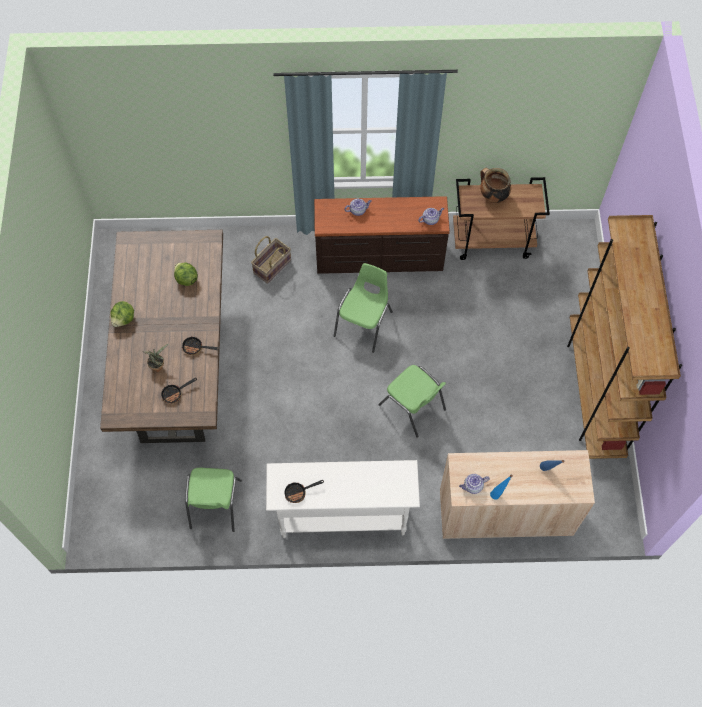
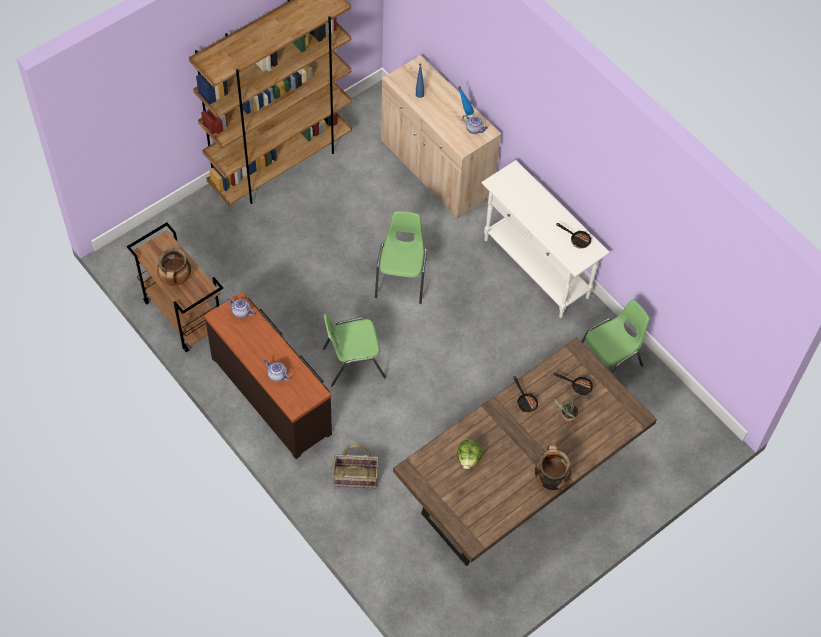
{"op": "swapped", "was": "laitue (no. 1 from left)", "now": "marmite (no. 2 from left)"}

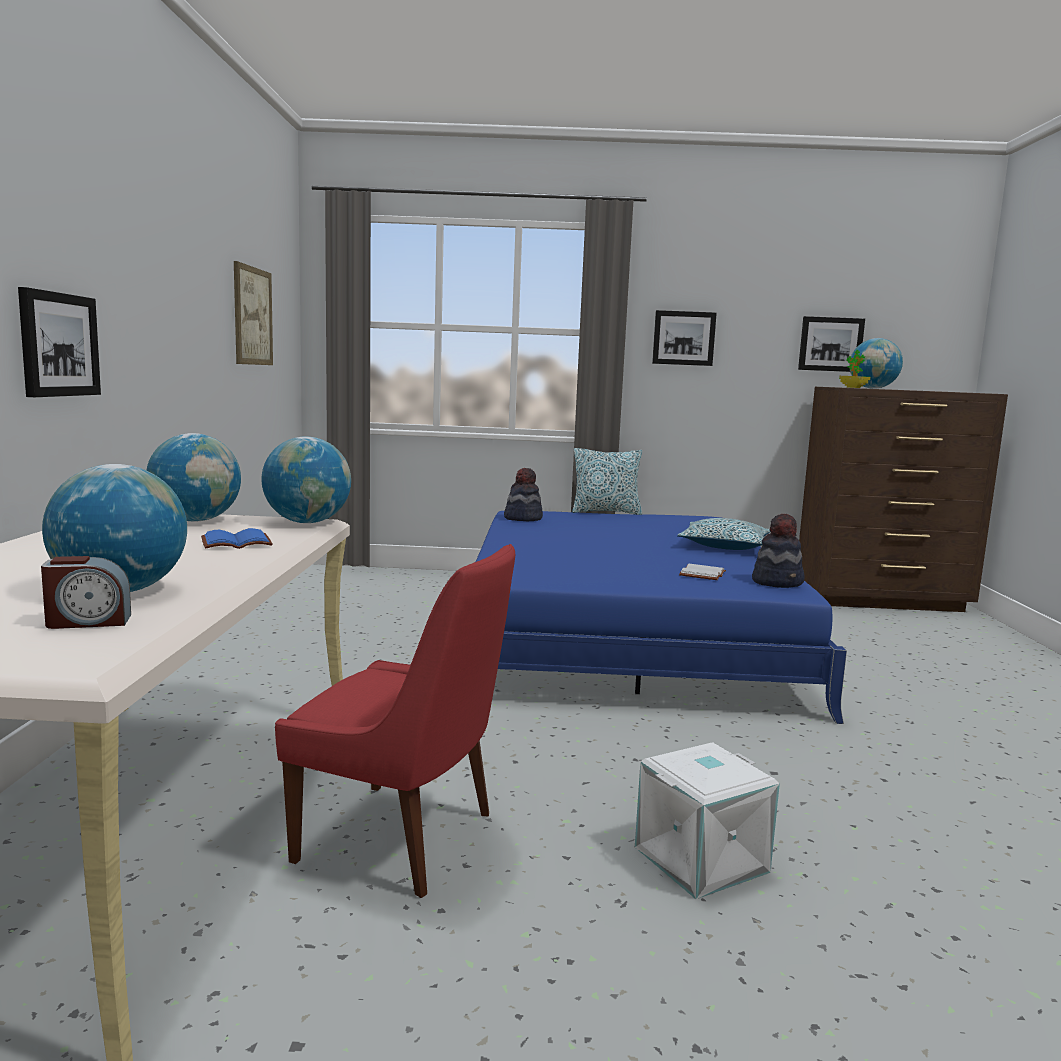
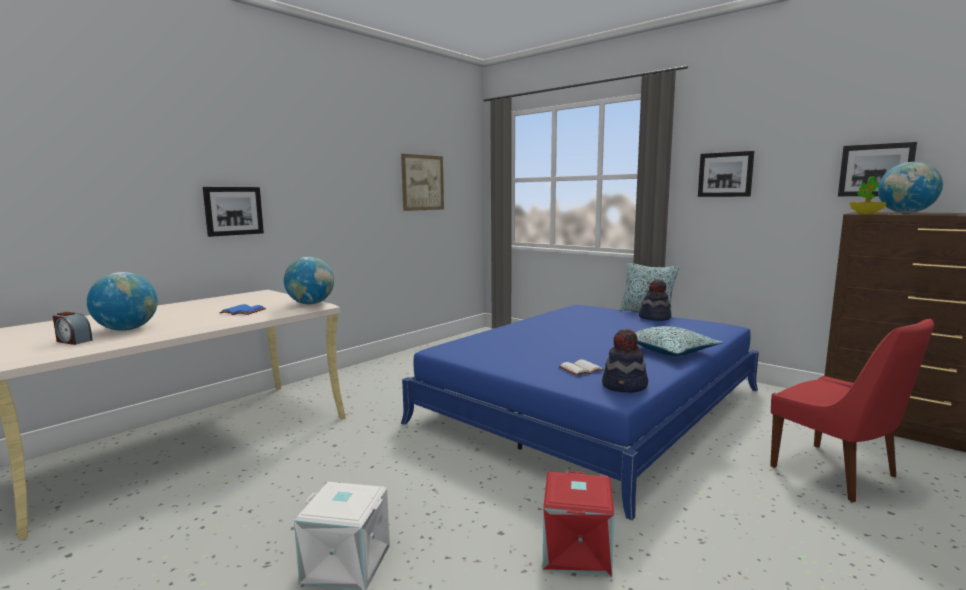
{"op": "gone", "was": "globe (no. 2 from left)"}
{"op": "new", "now": "boîte de rangement [rouge]"}
{"op": "shifted", "was": "chaise [rouge]"}
{"op": "shifted", "was": "chapeau (no. 1 from left in the first image)", "now": "chapeau (no. 2 from left)"}

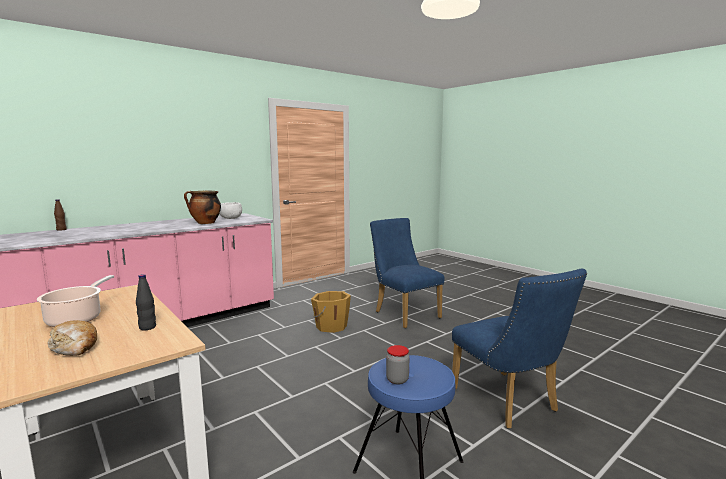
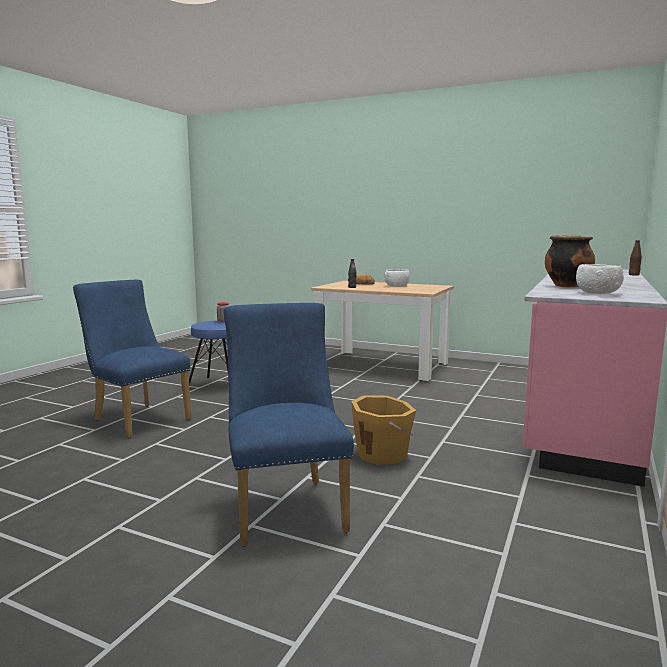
{"op": "swapped", "was": "marmite (no. 1 from left)", "now": "bol [blanc] (no. 1 from left)"}
{"op": "rotated", "was": "chaise [bleu] (no. 1 from left in the first image)", "clockwise": -135}

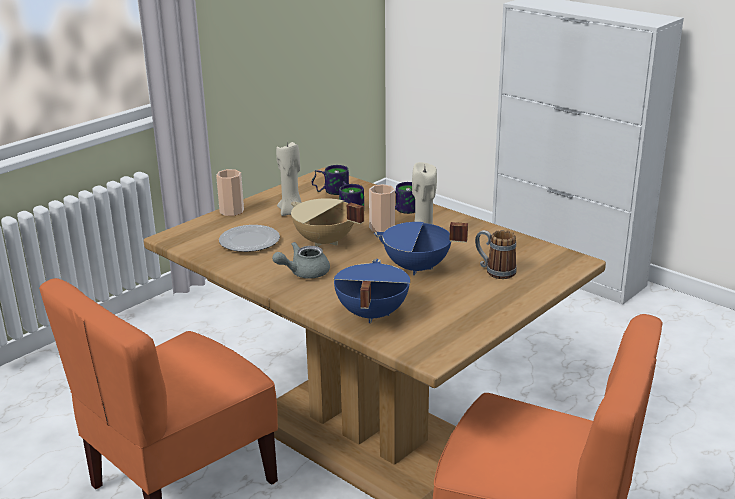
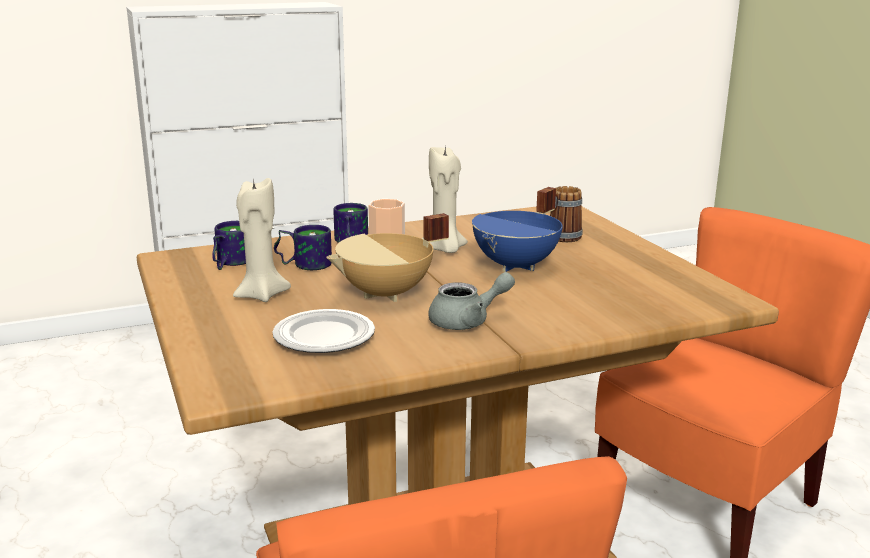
{"op": "gone", "was": "tasse (no. 1 from left)"}
{"op": "gone", "was": "marmite [bleu] (no. 1 from left)"}
{"op": "rotated", "was": "théière [gris]", "clockwise": -105}

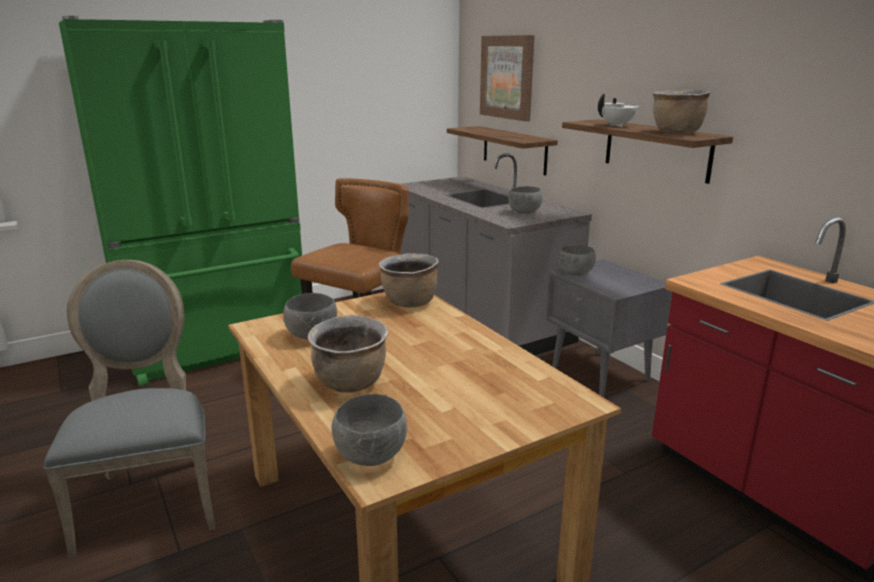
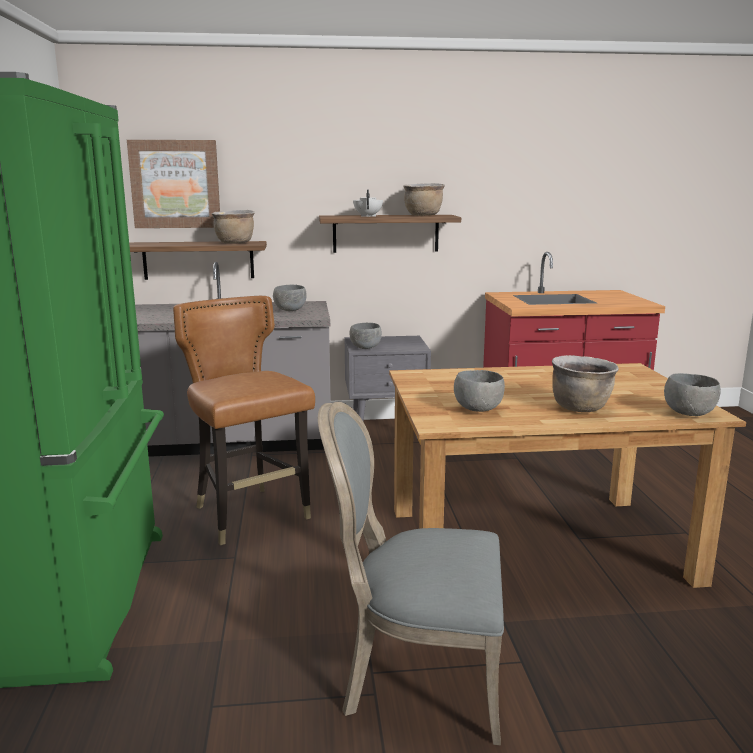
{"op": "shifted", "was": "marmite [marron] (no. 2 from left in the first image)", "now": "marmite [marron] (no. 1 from left)"}

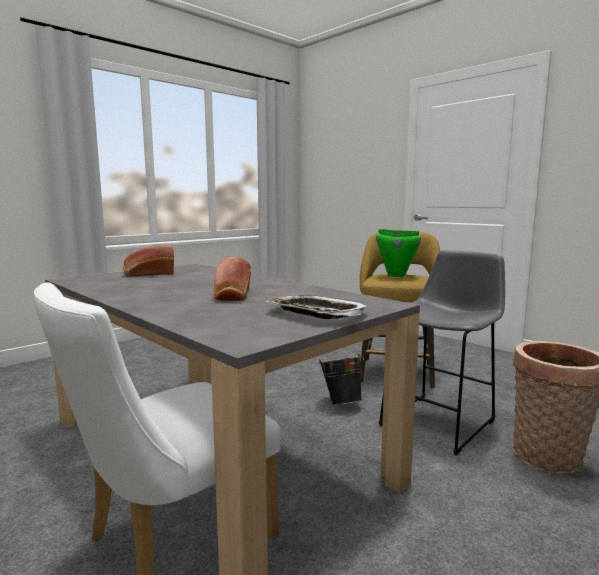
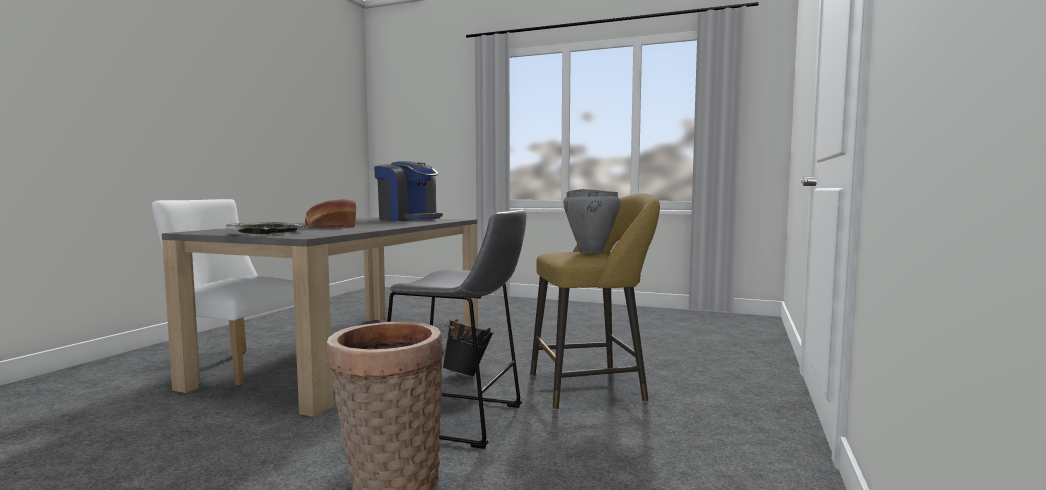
{"op": "swapped", "was": "pain (no. 1 from left)", "now": "machine à café"}
{"op": "repainted", "was": "marmite [vert]", "now": "marmite [gris]"}

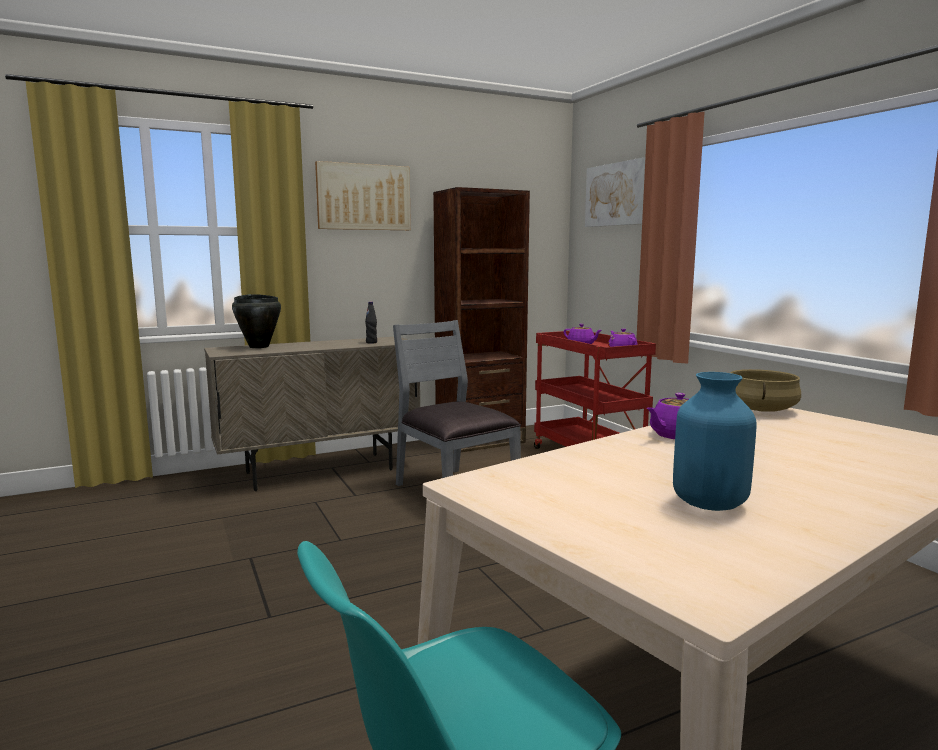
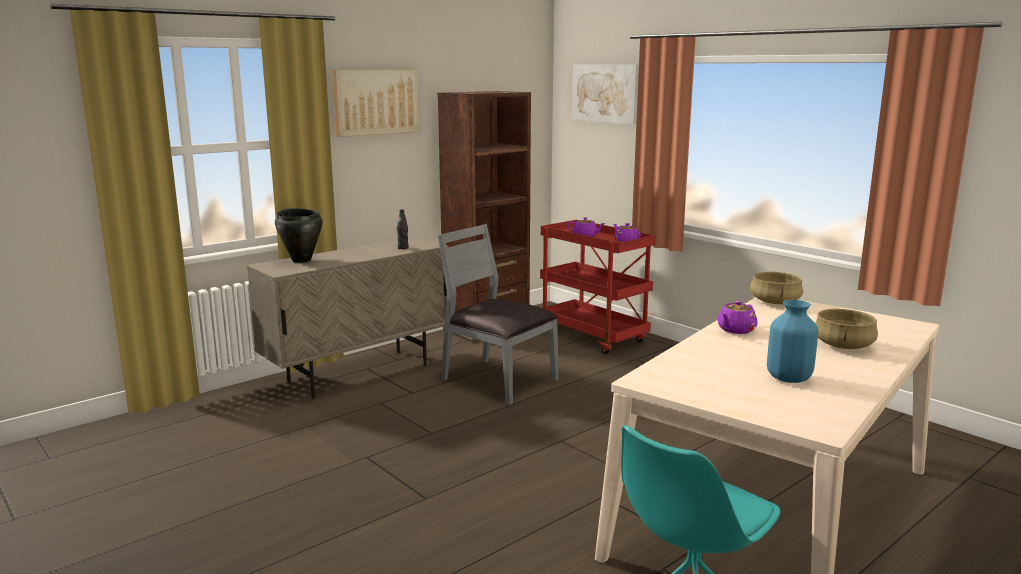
{"op": "new", "now": "marmite [beige] (no. 2 from left)"}

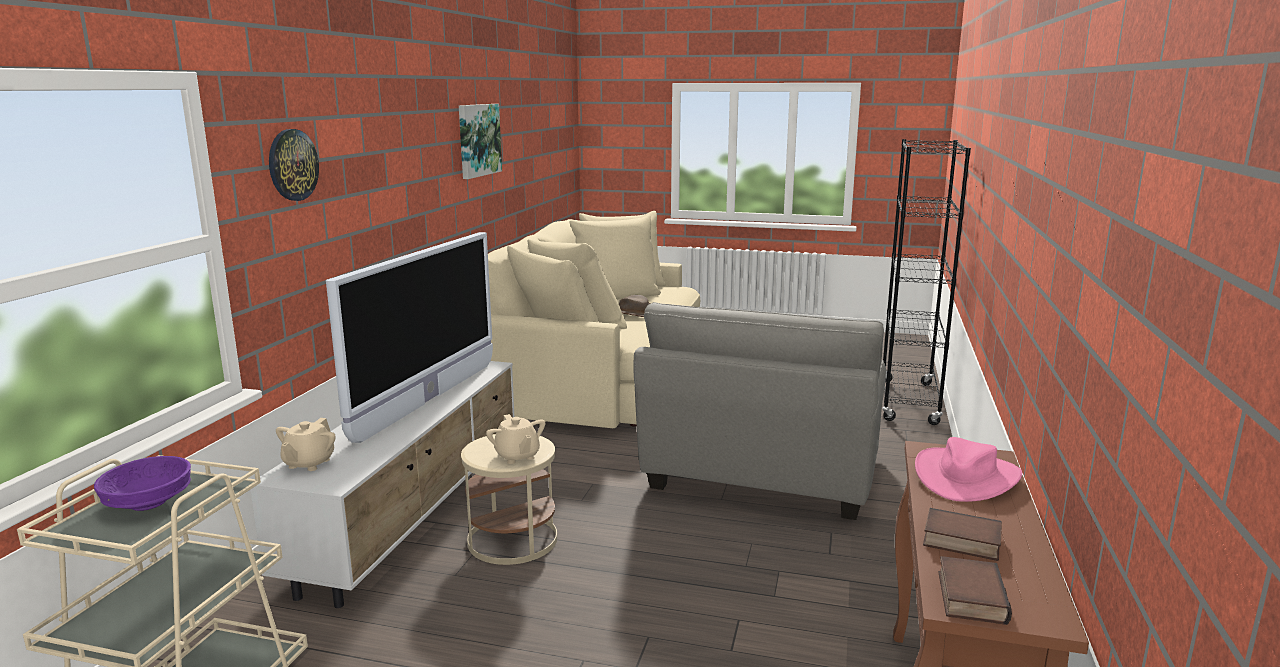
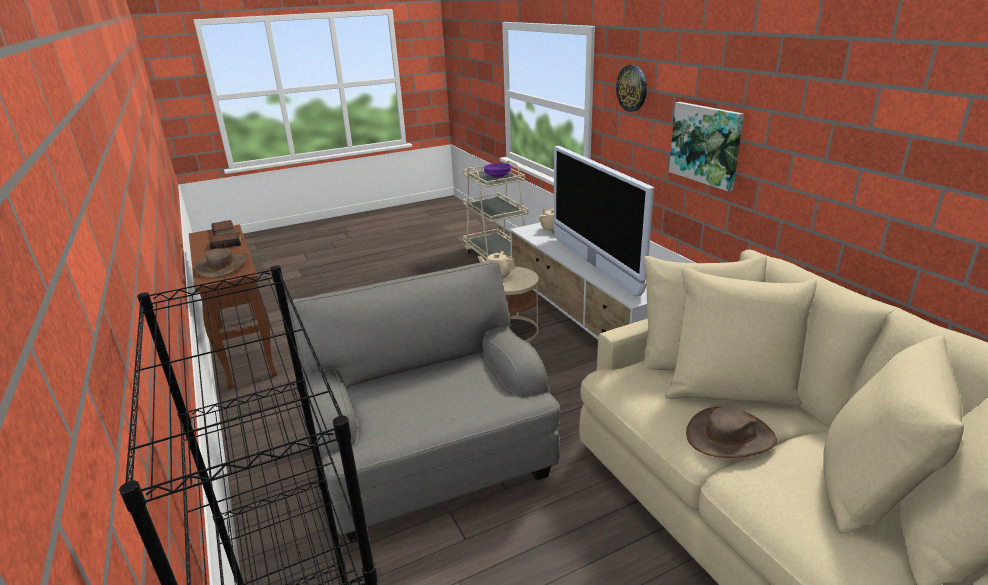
{"op": "shifted", "was": "tableau"}
{"op": "repainted", "was": "chapeau [rose]", "now": "chapeau [marron] (no. 1 from left)"}

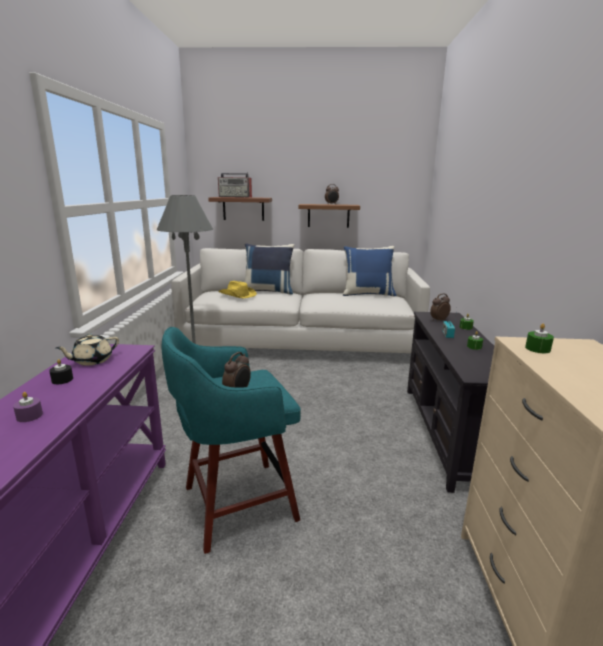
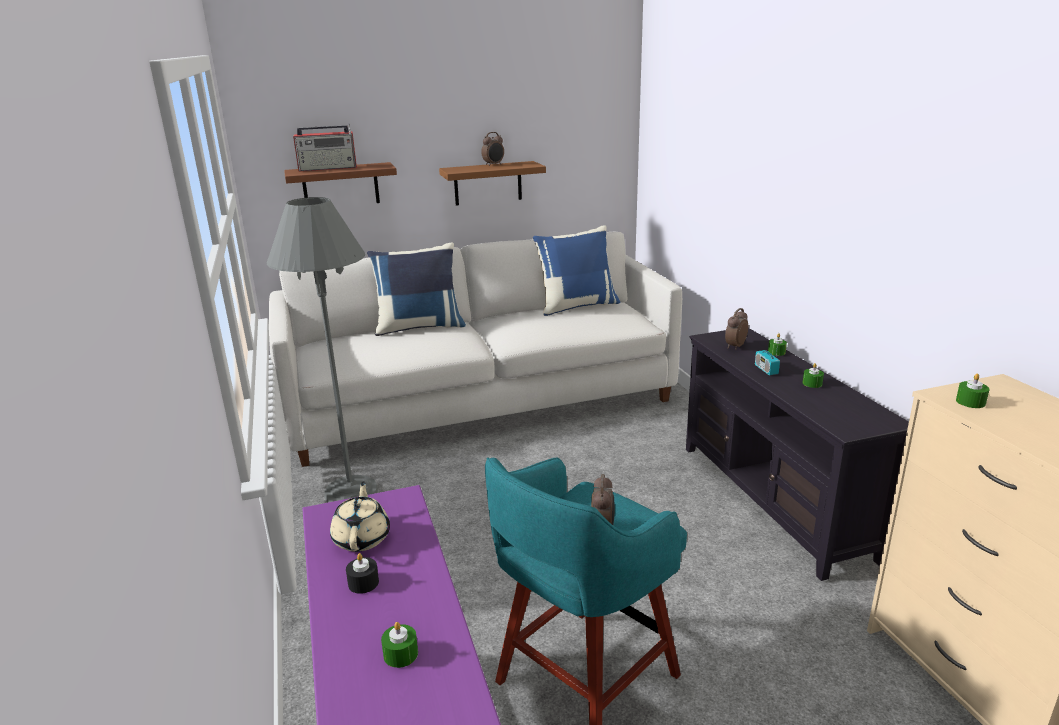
{"op": "gone", "was": "chapeau [jaune]"}
{"op": "repainted", "was": "bougie [violet]", "now": "bougie [vert] (no. 1 from left)"}
{"op": "rotated", "was": "théière [beige]", "clockwise": 150}

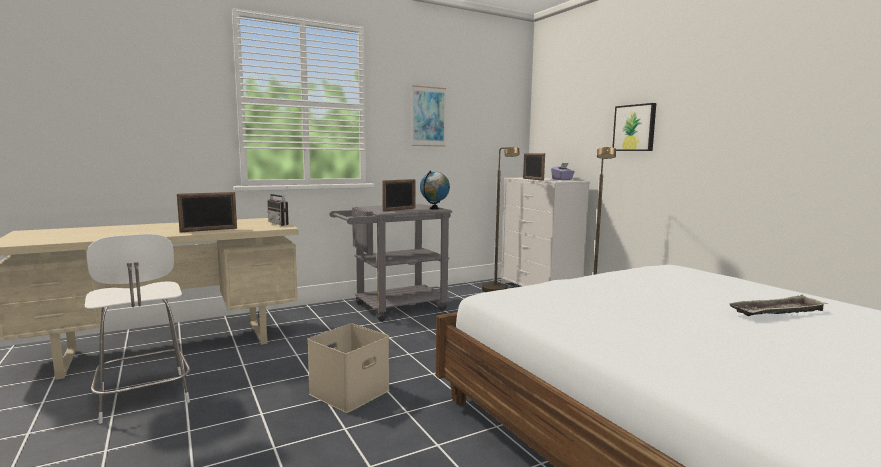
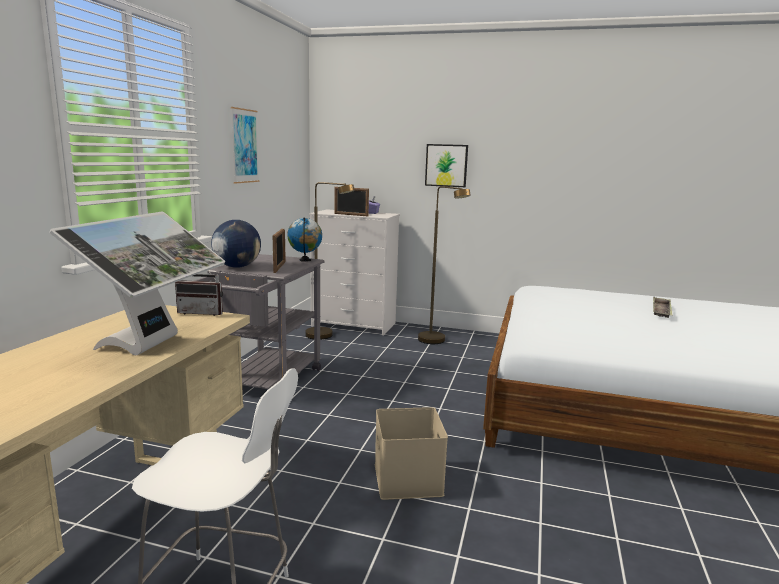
{"op": "new", "now": "globe (no. 1 from left)"}
{"op": "swapped", "was": "cadre photo (no. 1 from left)", "now": "écran d'ordinateur"}

